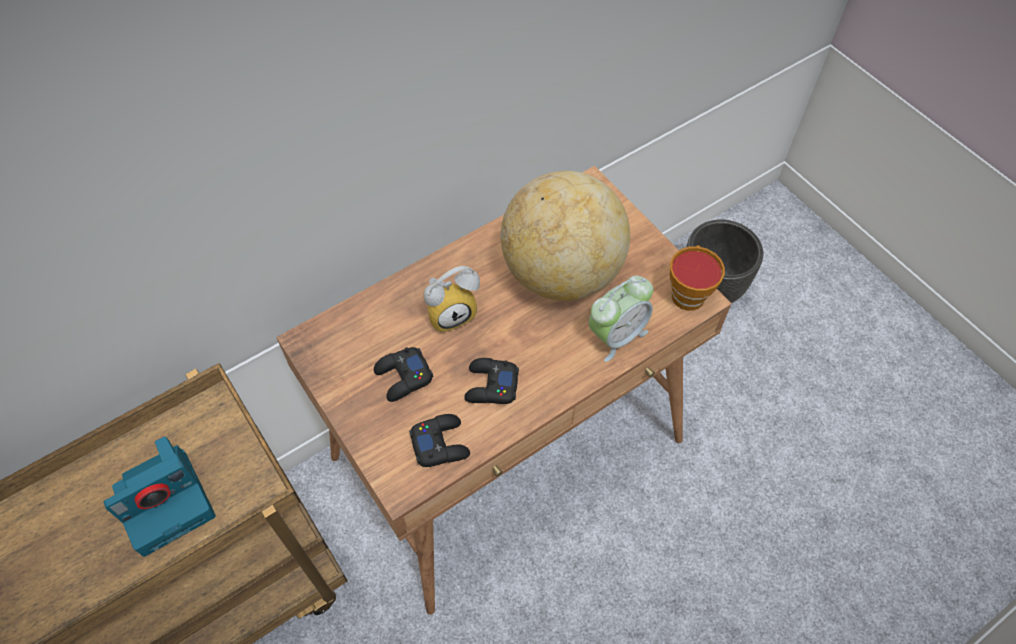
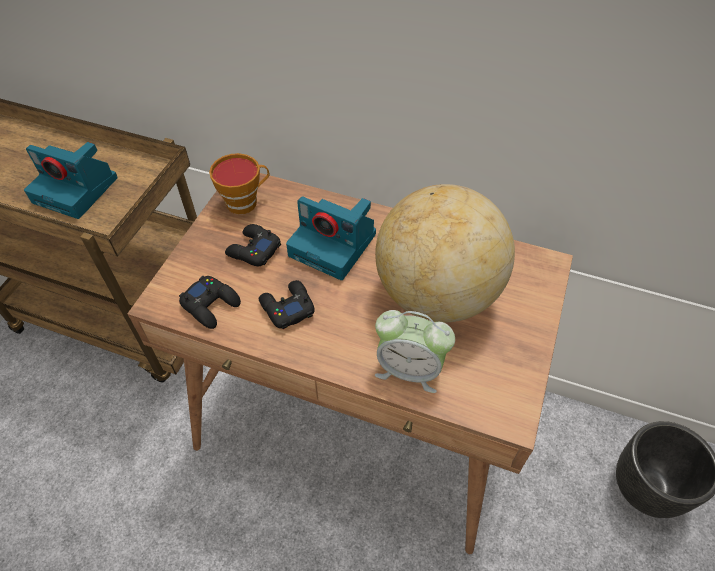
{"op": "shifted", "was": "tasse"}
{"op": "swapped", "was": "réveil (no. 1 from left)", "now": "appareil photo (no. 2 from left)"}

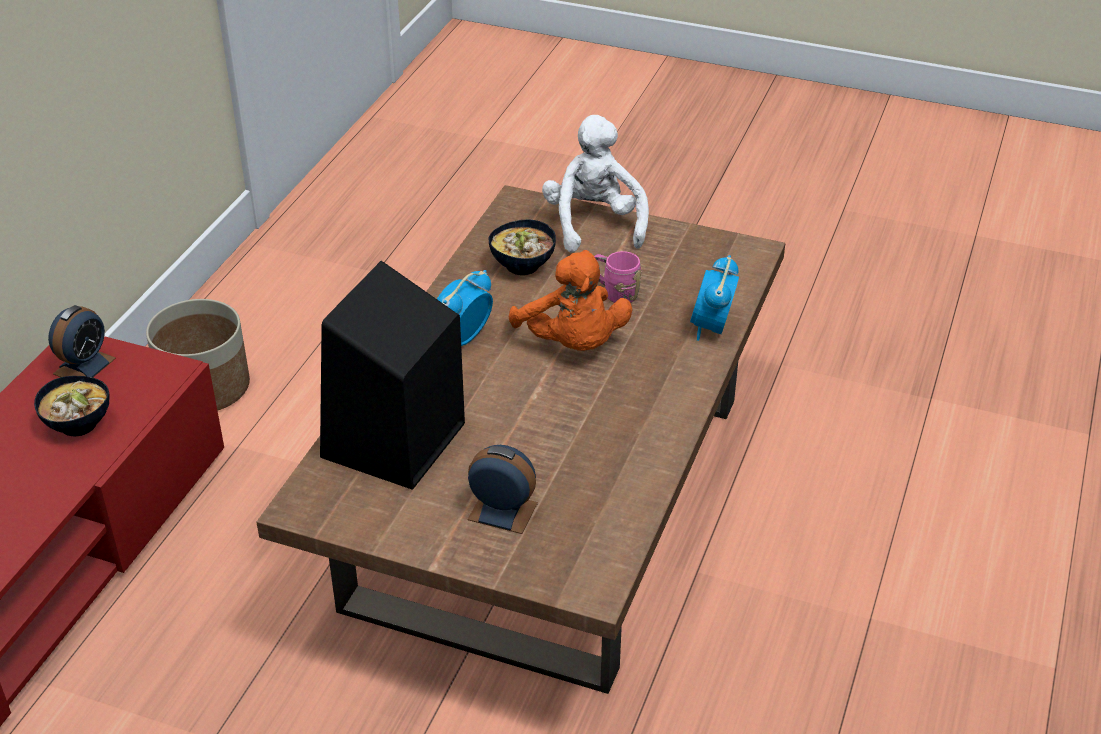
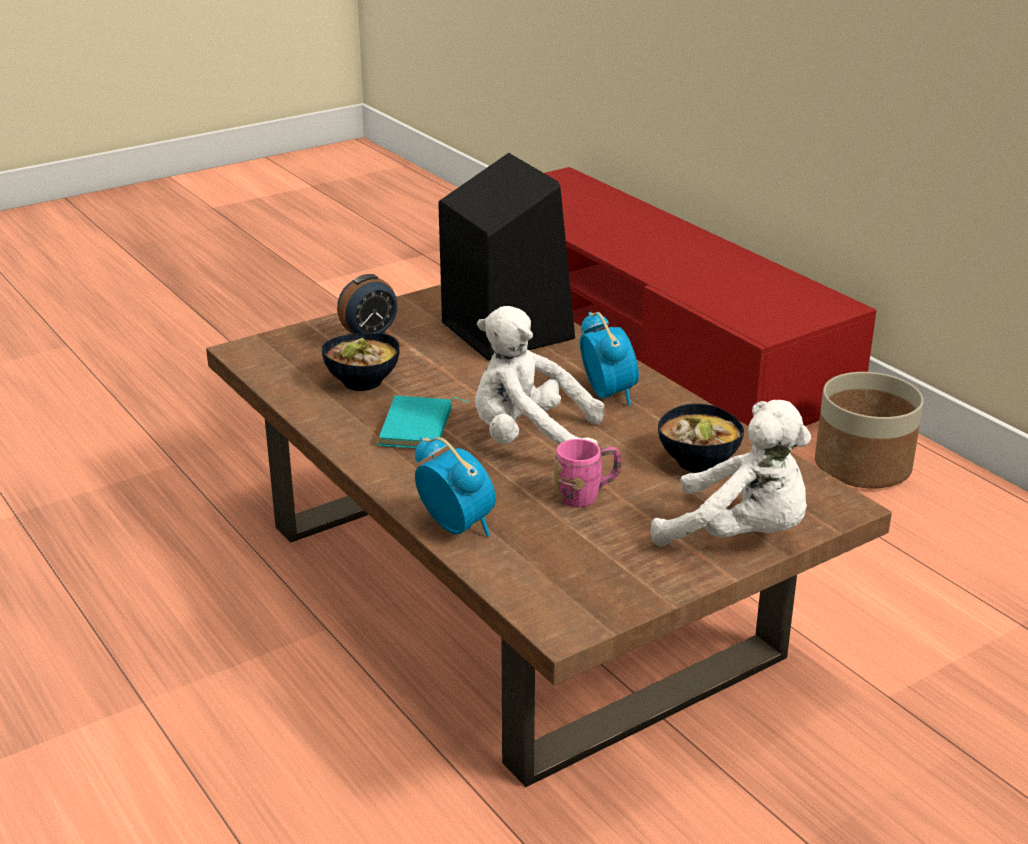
{"op": "gone", "was": "réveil (no. 1 from left)"}
{"op": "new", "now": "livre [turquoise]"}
{"op": "shifted", "was": "bol (no. 1 from left)"}
{"op": "repainted", "was": "peluche [orange]", "now": "peluche [blanc] (no. 1 from left)"}

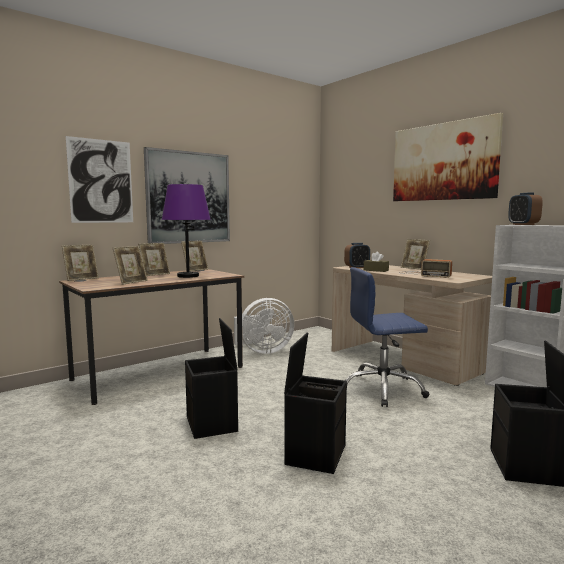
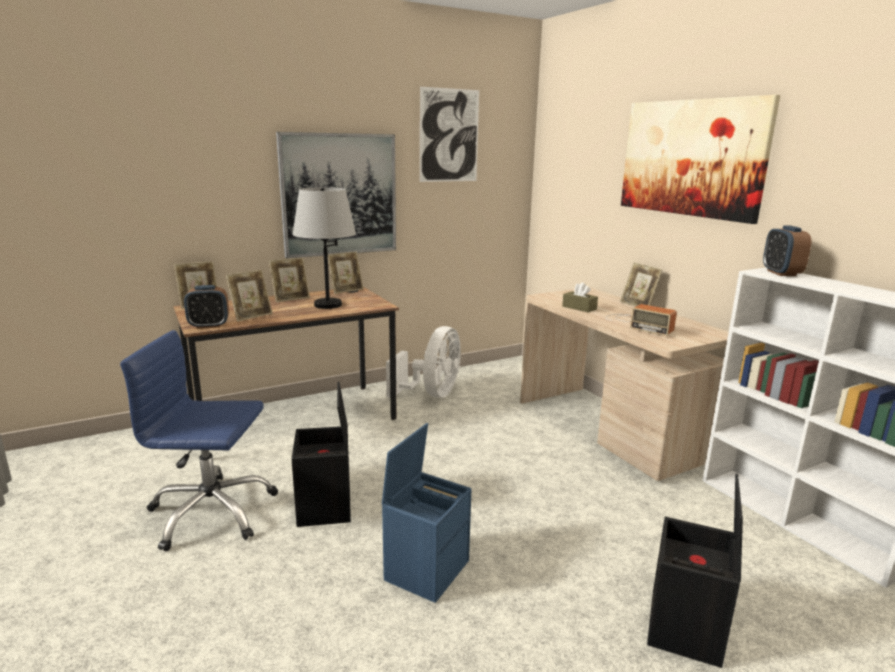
{"op": "shifted", "was": "tableau (no. 1 from left in the first image)", "now": "tableau (no. 2 from left)"}
{"op": "shifted", "was": "réveil (no. 1 from left)"}
{"op": "shifted", "was": "chaise de bureau [bleu]"}
{"op": "repainted", "was": "lampe de table [violet]", "now": "lampe de table [gris]"}
{"op": "repainted", "was": "boîte de rangement [noir] (no. 2 from left)", "now": "boîte de rangement [bleu]"}
{"op": "rotated", "was": "ventilateur [blanc]", "clockwise": -60}

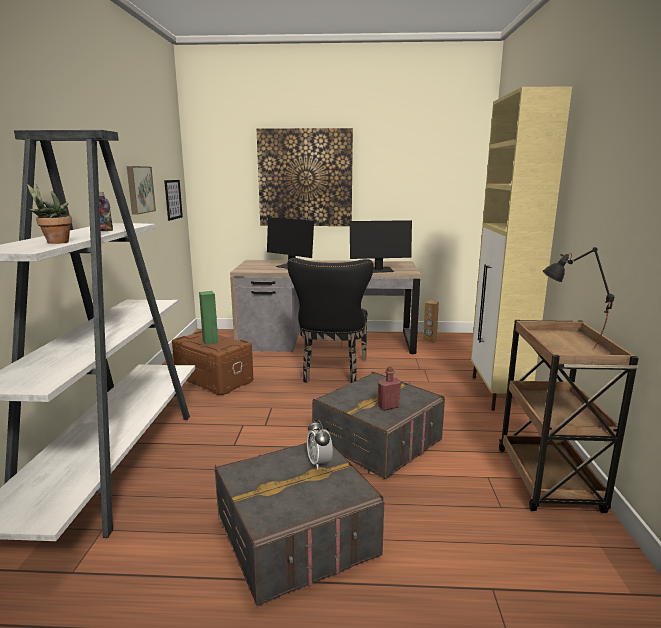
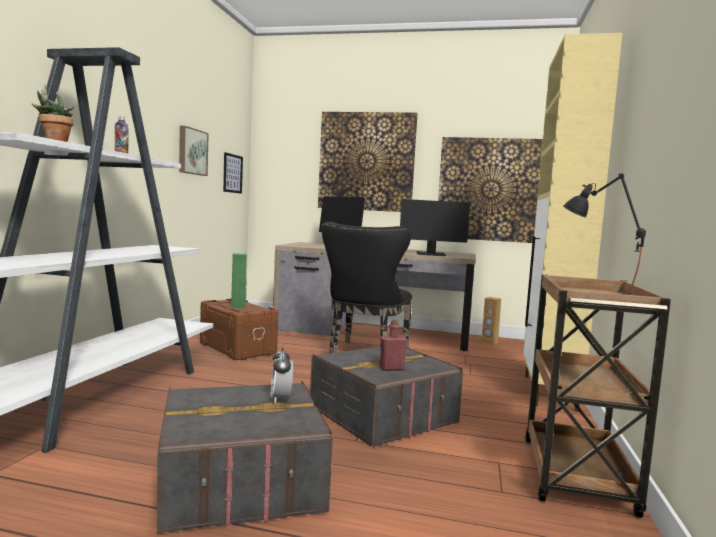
{"op": "new", "now": "tableau (no. 4 from left)"}

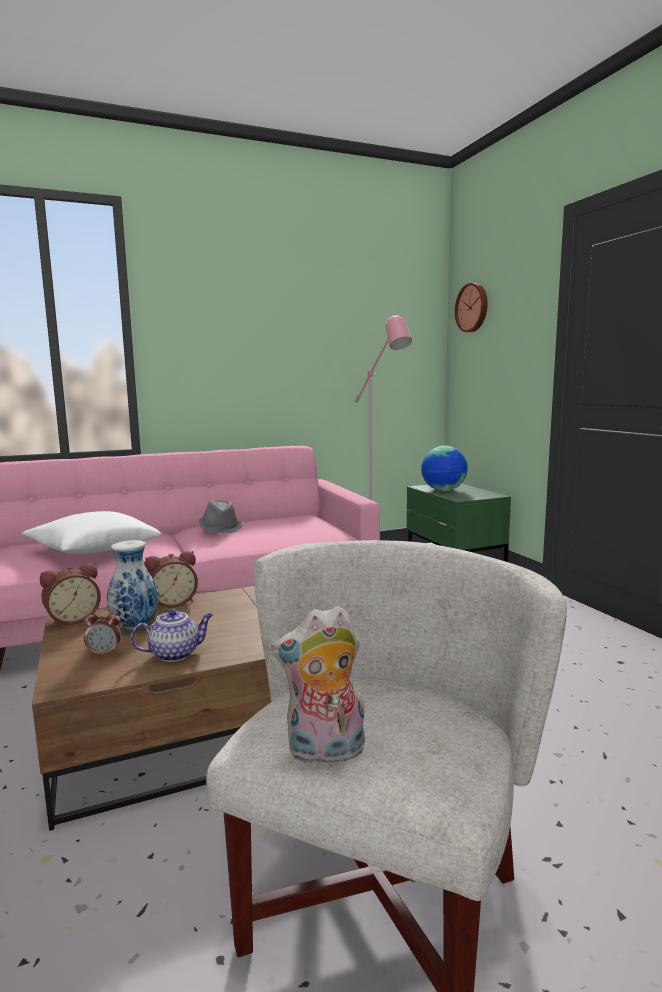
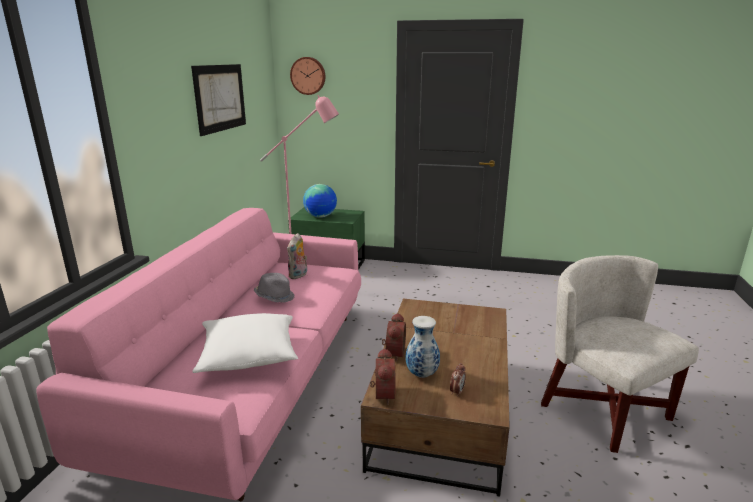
{"op": "gone", "was": "théière"}
{"op": "new", "now": "tableau"}
{"op": "shifted", "was": "peluche"}

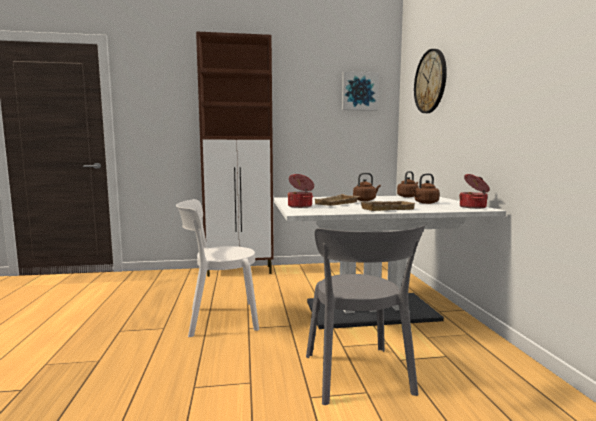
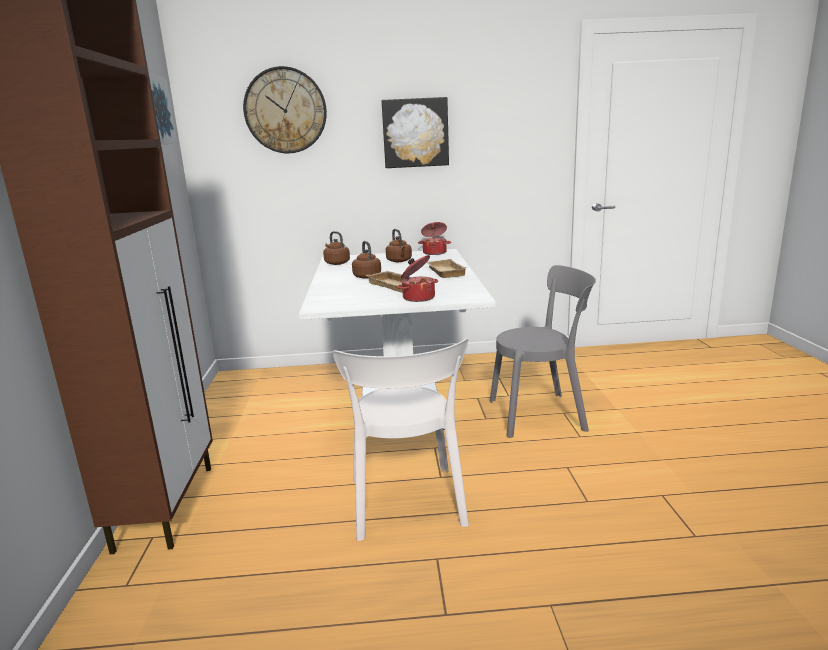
{"op": "new", "now": "tableau (no. 2 from left)"}

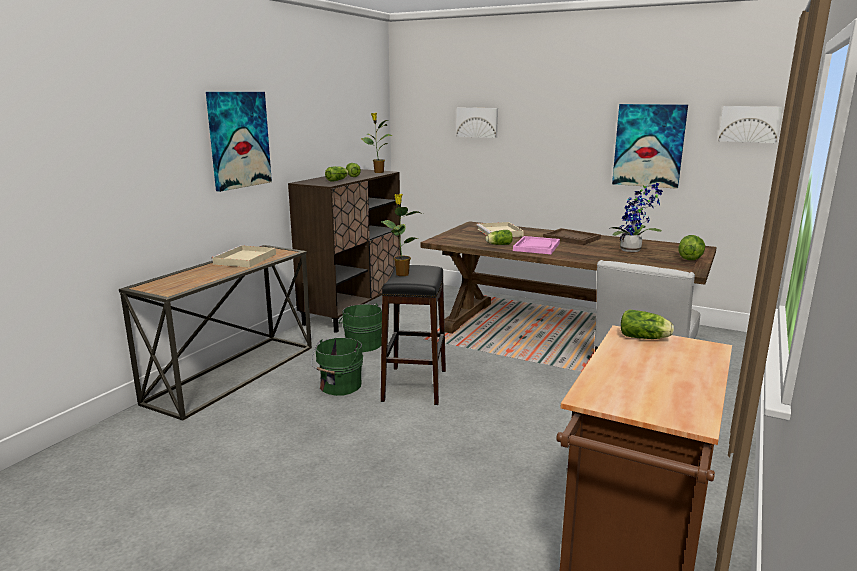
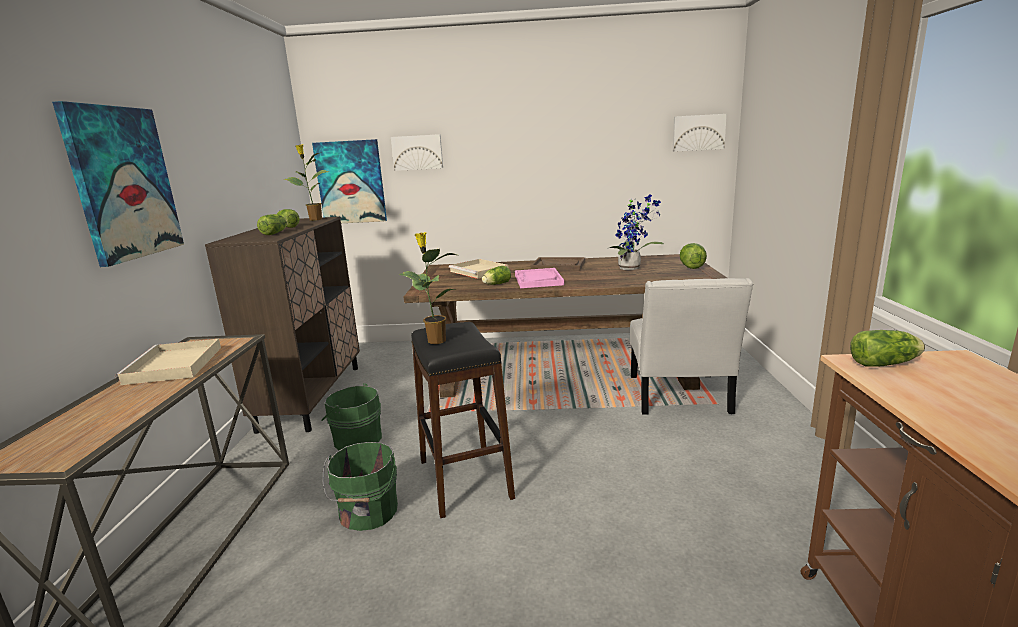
{"op": "shifted", "was": "tableau (no. 3 from left in the first image)", "now": "tableau (no. 2 from left)"}

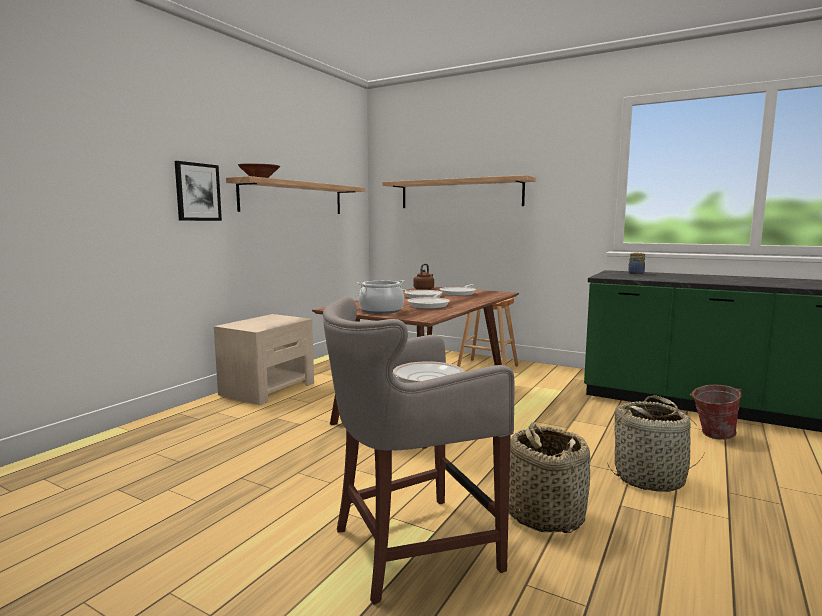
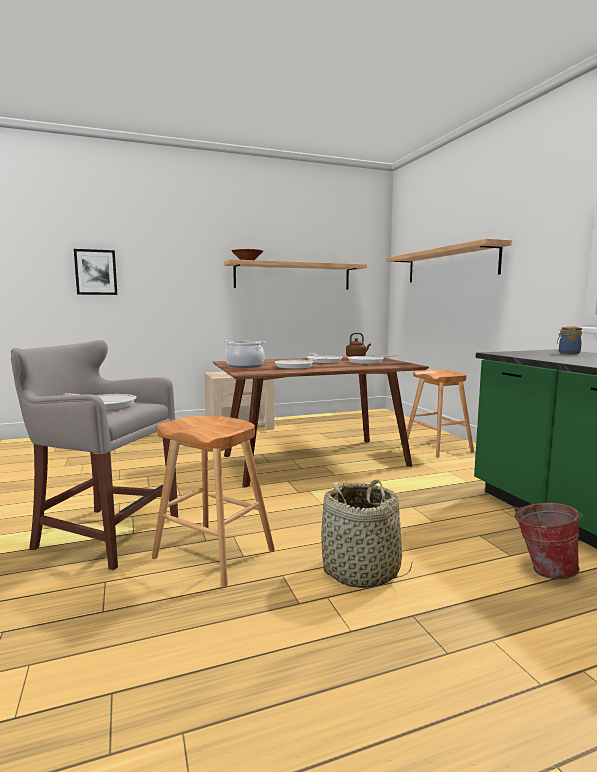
{"op": "shifted", "was": "tableau"}
{"op": "swapped", "was": "panier (no. 1 from left)", "now": "tabouret [marron] (no. 1 from left)"}

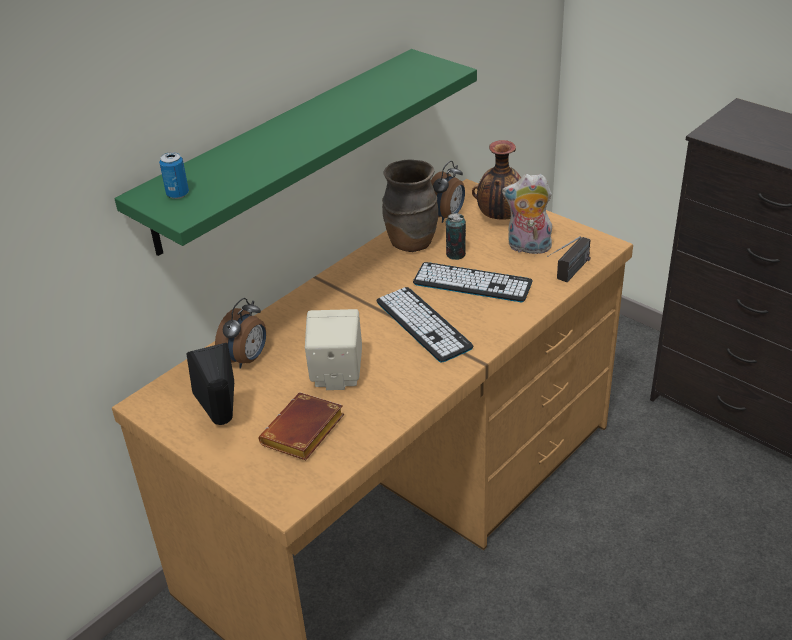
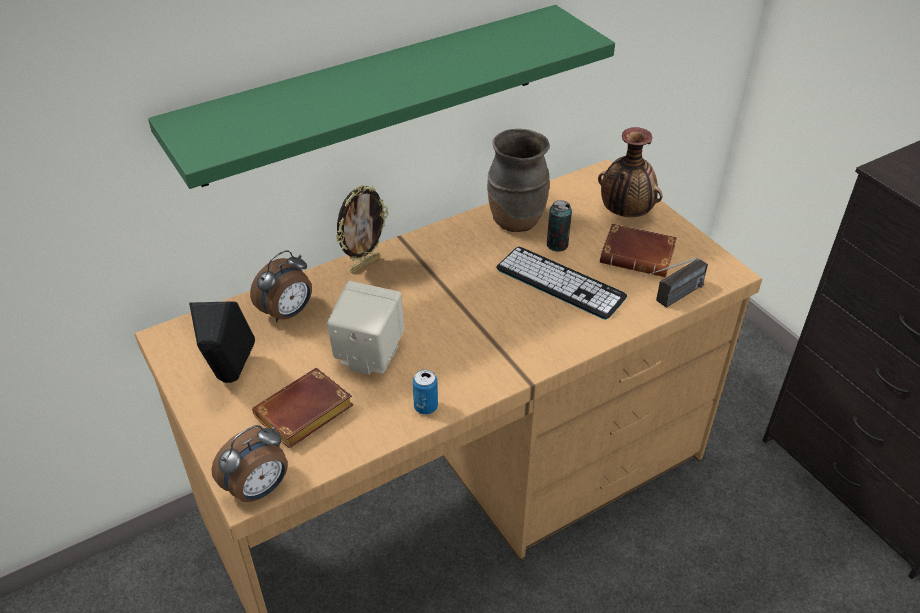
{"op": "gone", "was": "clavier (no. 1 from left)"}
{"op": "new", "now": "cadre photo"}
{"op": "shifted", "was": "boîte métallique (no. 1 from left)"}
{"op": "shifted", "was": "réveil (no. 2 from left in the first image)", "now": "réveil (no. 1 from left)"}
{"op": "swapped", "was": "peluche", "now": "livre [marron] (no. 2 from left)"}

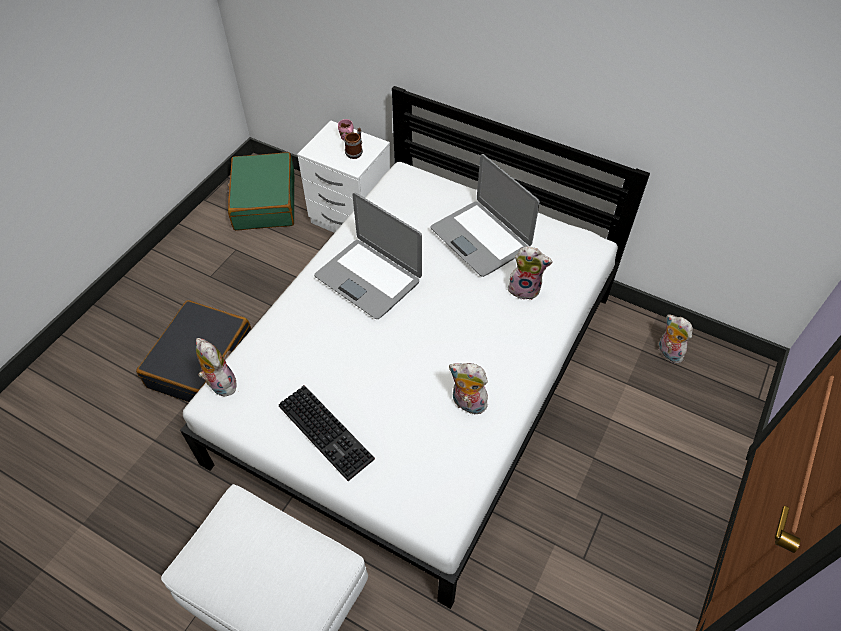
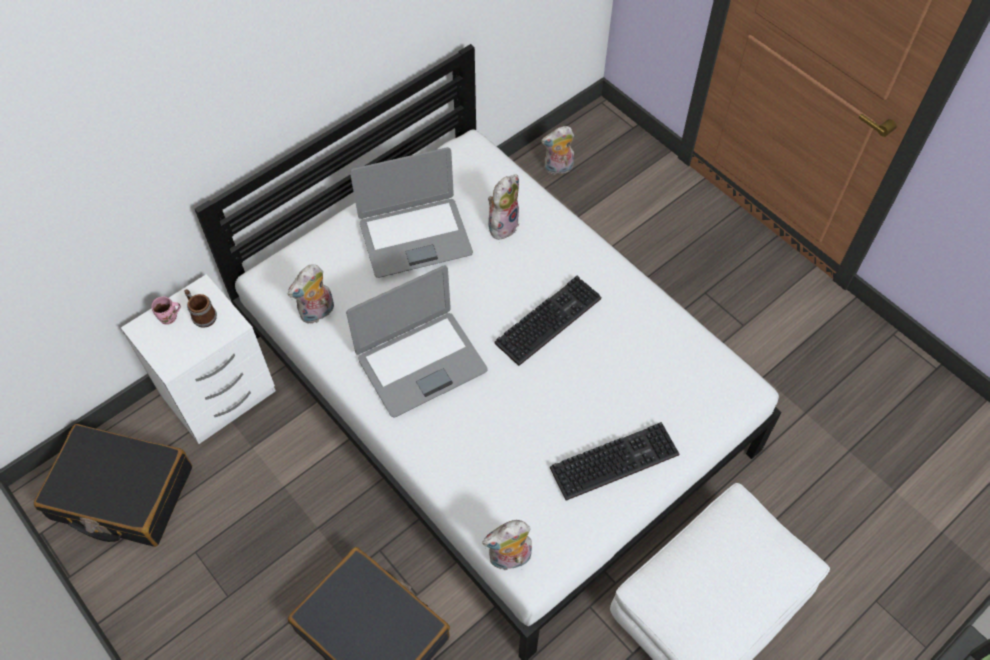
{"op": "new", "now": "clavier (no. 1 from left)"}
{"op": "shifted", "was": "peluche (no. 2 from left in the first image)", "now": "peluche (no. 1 from left)"}
{"op": "repainted", "was": "valise [vert]", "now": "valise [noir] (no. 1 from left)"}

